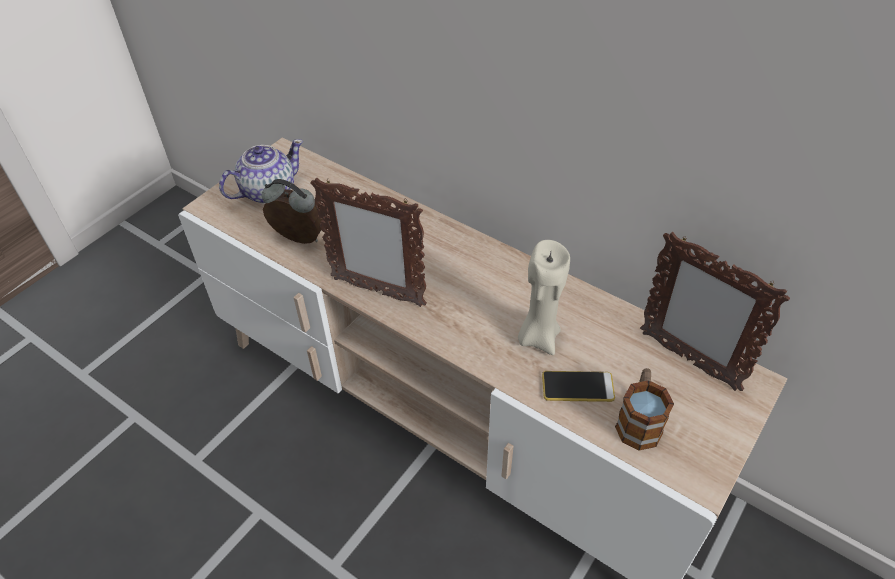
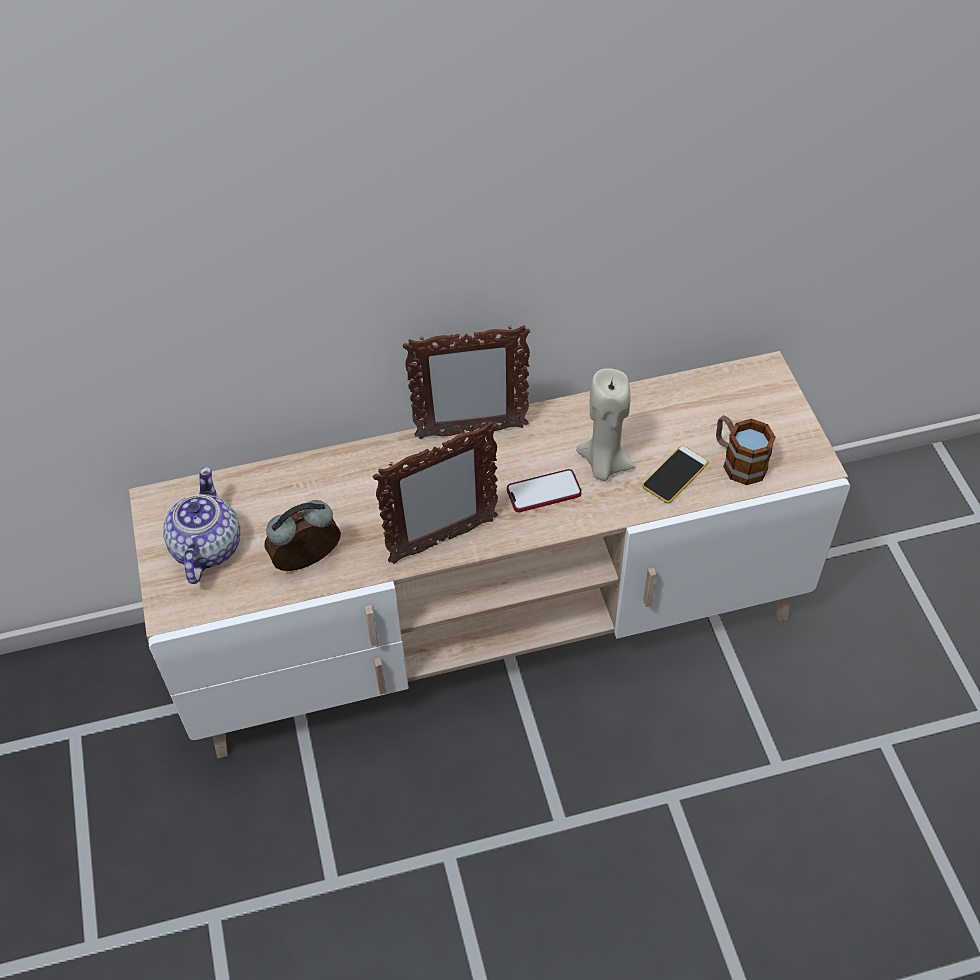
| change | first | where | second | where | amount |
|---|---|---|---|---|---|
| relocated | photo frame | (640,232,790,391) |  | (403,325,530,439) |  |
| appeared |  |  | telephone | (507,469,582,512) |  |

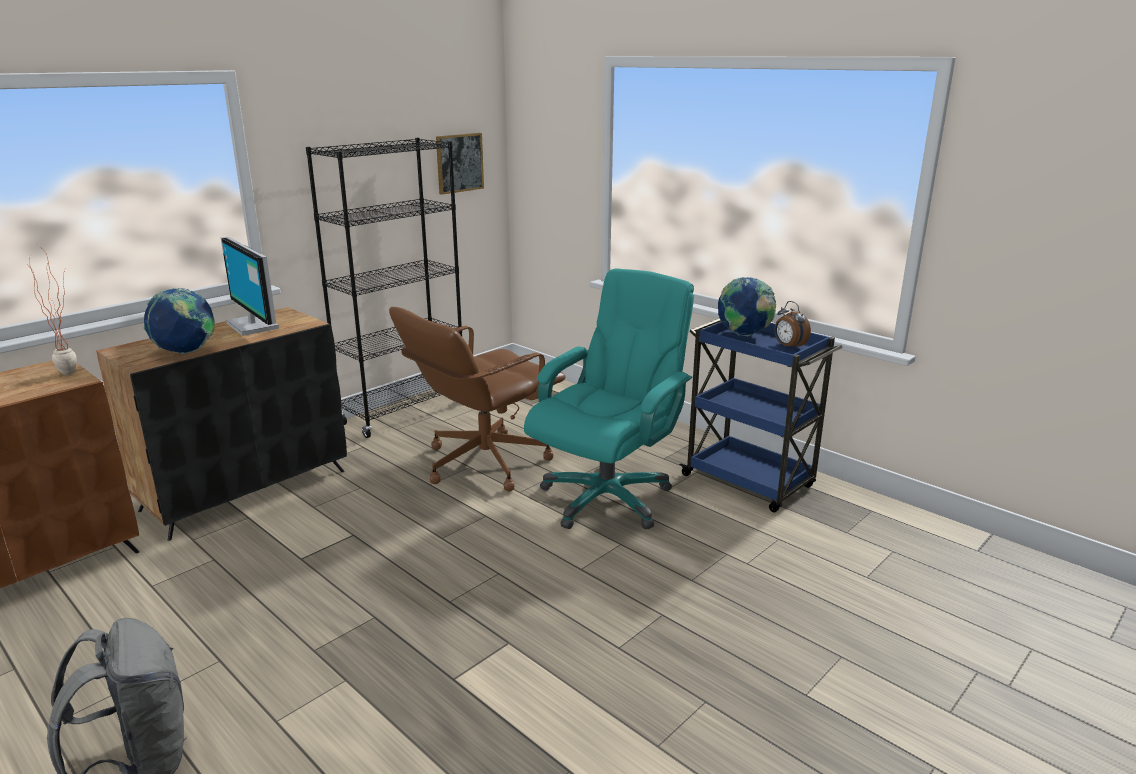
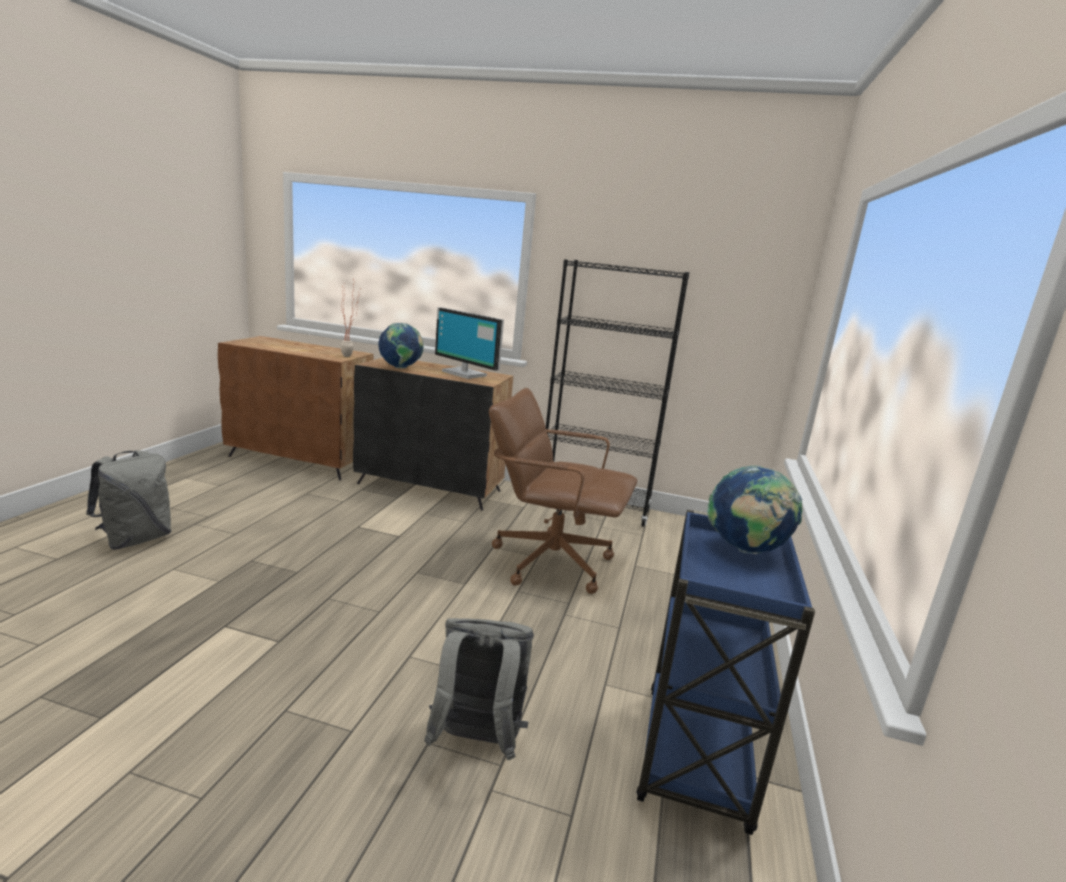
| change | first | where | second | where | amount |
|---|---|---|---|---|---|
| appeared |  |  | gray knapsack | (424,618,534,760) |  |
| spun | monitor | (221,237,279,336) |  | (435,307,504,379) | 75 degrees counterclockwise |
| missing | wall art | (436,133,484,195) |  |  |  |
| missing | turquoise-coloured desk chair | (524,269,694,529) |  |  |  |
| missing | bedside clock | (774,301,811,350) |  |  |  |

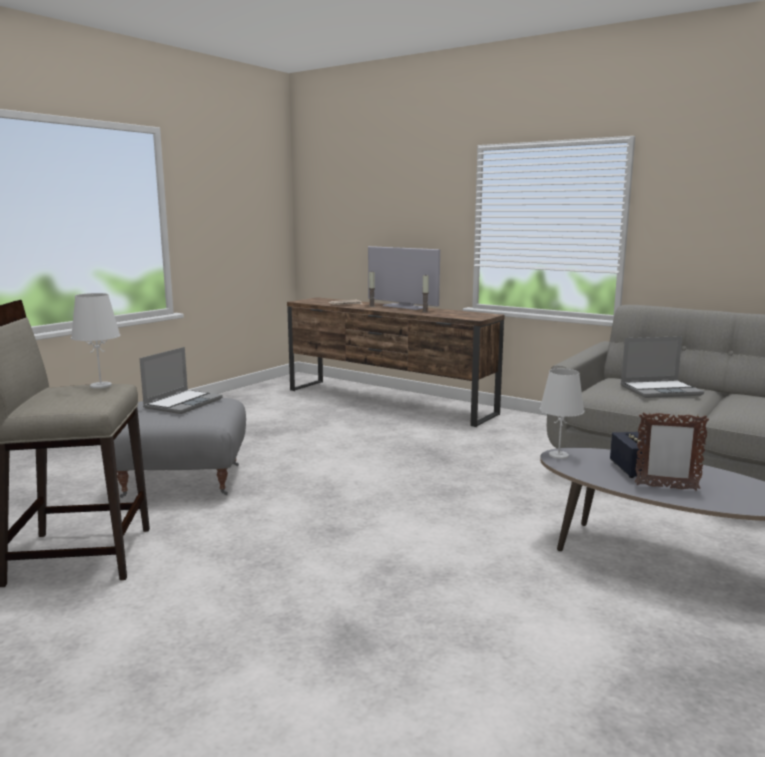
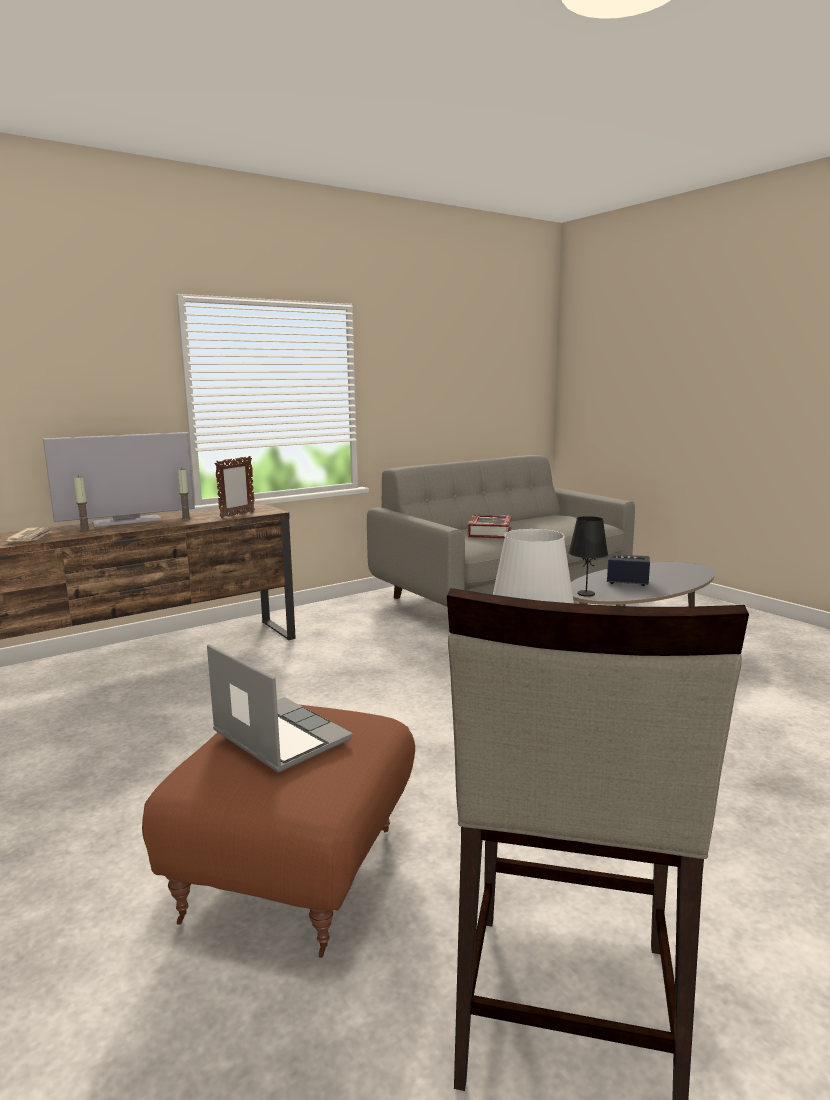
| change | first | where | second | where | amount |
|---|---|---|---|---|---|
| colour | gray ottoman | (114,398,246,498) | brownish ottoman | (142,705,415,958) |  |
| relocated | photo frame | (635,412,709,491) |  | (215,456,255,518) |  |
| exchanged | notebook computer | (620,336,704,398) | book | (468,515,512,538) |  |
| colour | whitish table lamp | (540,369,584,459) | black-coloured table lamp | (568,516,608,597) |  |

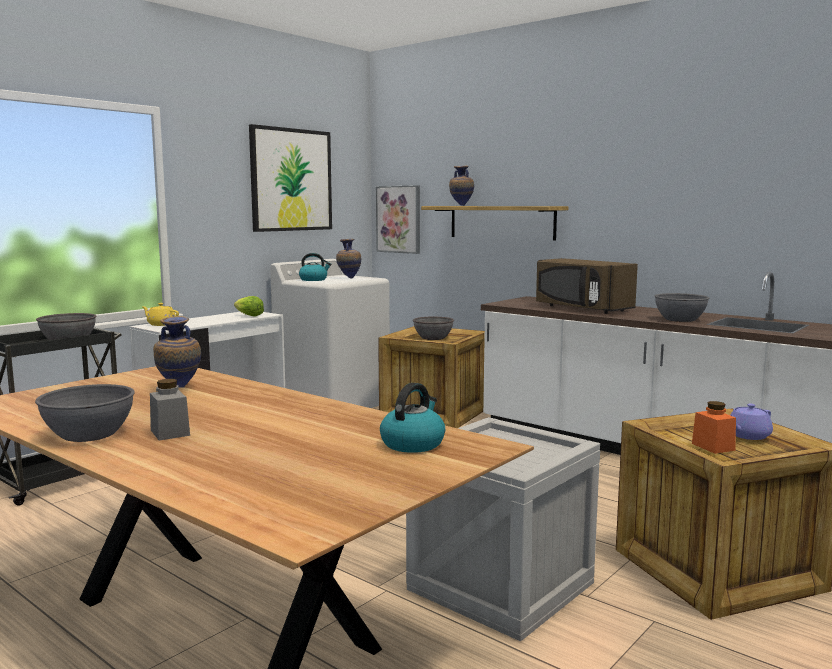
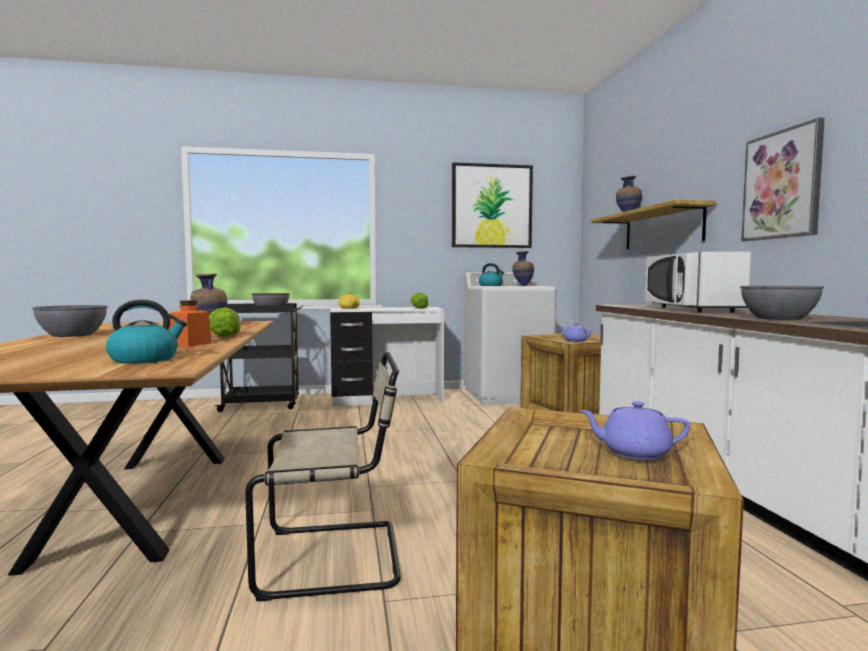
| change | first | where | second | where | amount |
|---|---|---|---|---|---|
| relocated | orange-coloured storage jar | (692,401,736,454) |  | (169,300,212,347) |  |
| appeared |  |  | head of lettuce | (209,307,241,337) |  |
| exchanged | packing crate | (406,417,600,642) | beige plain chair | (245,352,401,601) |  |
| exchanged | gray deep dish | (413,317,454,340) | purple-coloured tea pot | (560,323,592,342) |  |
| colour | brownish kitchen microwave | (536,258,638,314) | whitish kitchen microwave | (645,252,751,312) |  |
| relocated | wall art | (376,185,420,254) |  | (741,118,825,241) |  |
| missing | gray storage jar | (150,379,190,440) |  |  |  |

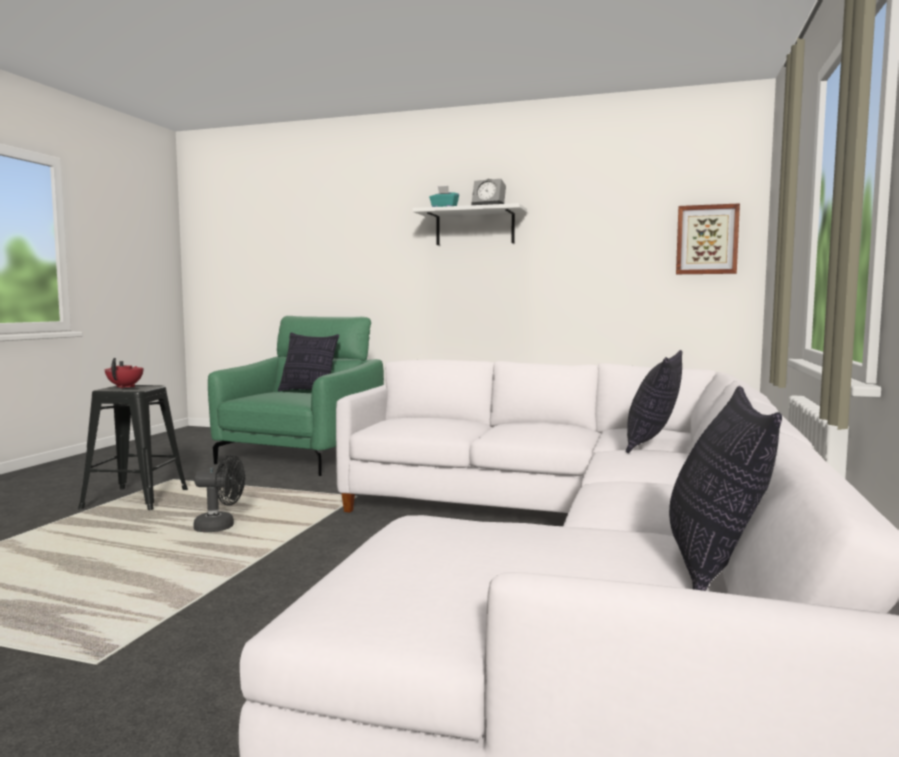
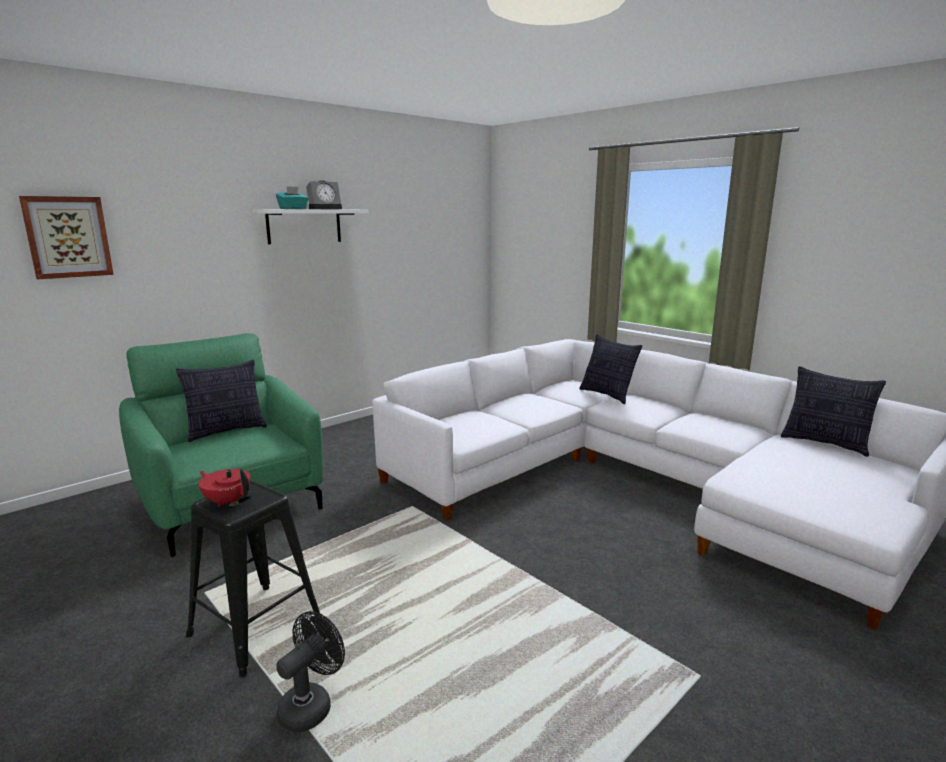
| change | first | where | second | where | amount |
|---|---|---|---|---|---|
| relocated | wall art | (676,203,740,274) |  | (19,196,114,280) |  |
| relocated | black-coloured cooling fan | (193,455,245,532) |  | (277,611,345,732) |  |

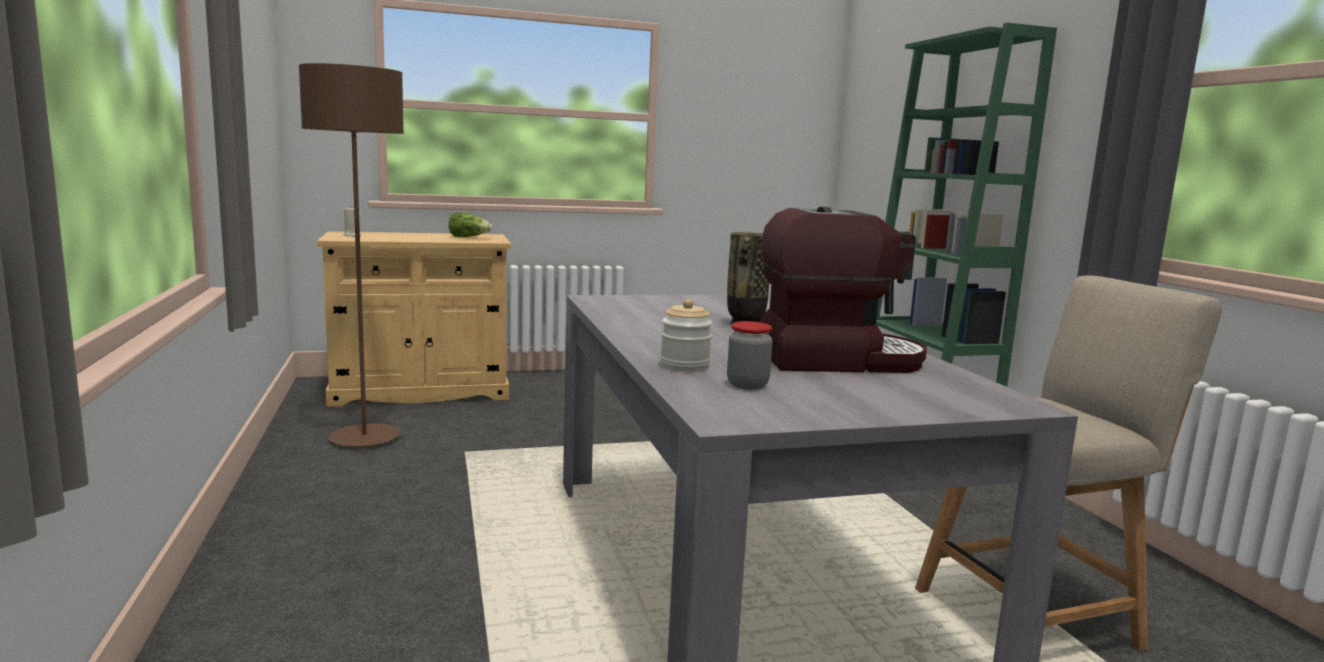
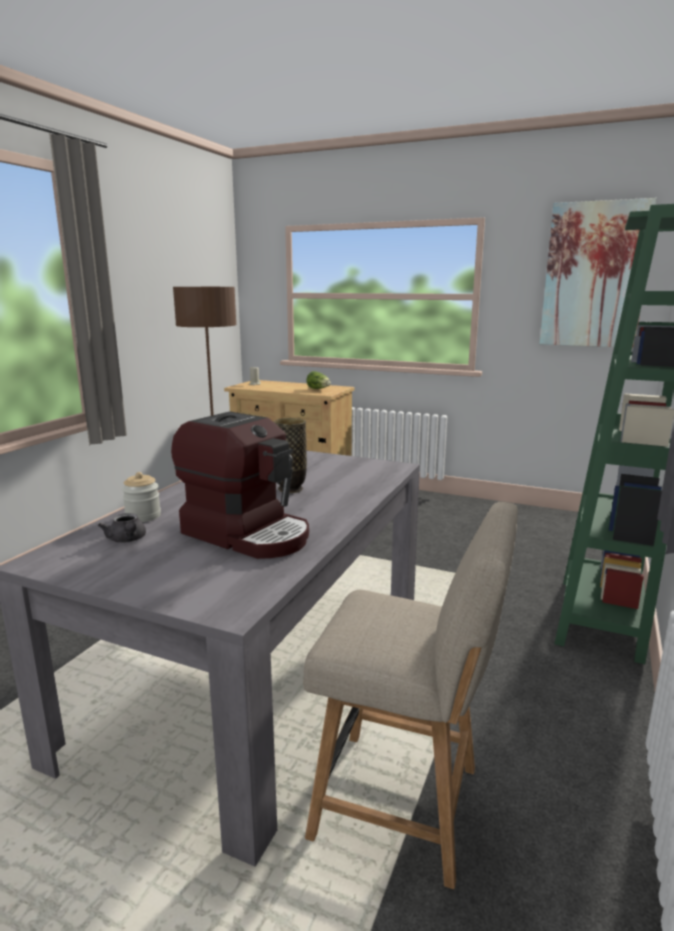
| change | first | where | second | where | amount |
|---|---|---|---|---|---|
| exchanged | storage jar | (727,321,773,390) | gray tea pot | (98,513,146,543) |  |
| appeared |  |  | wall art | (539,198,657,348) |  |

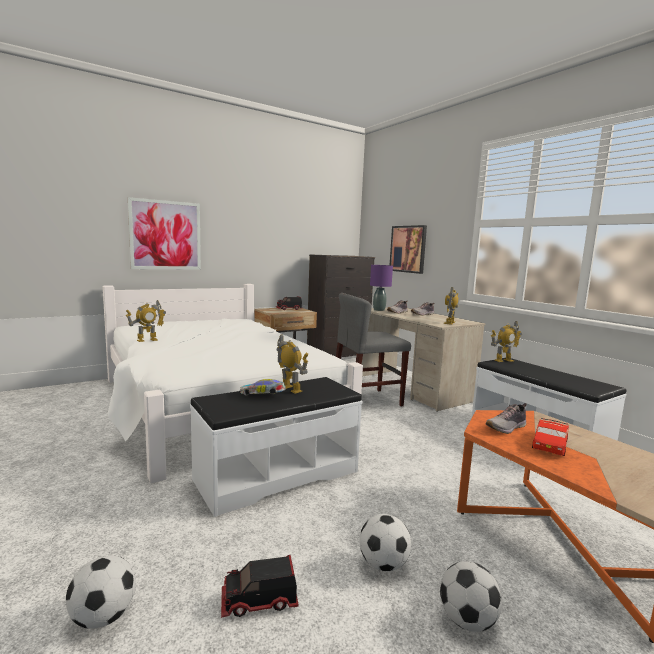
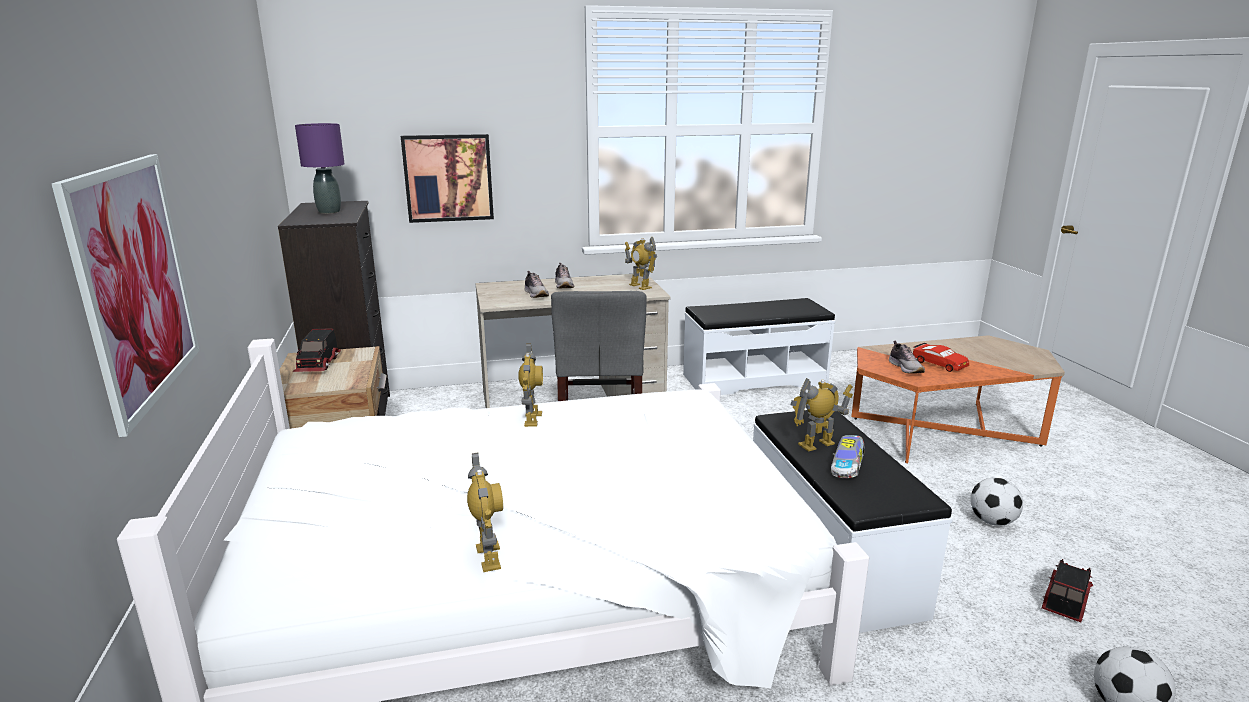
| change | first | where | second | where | amount |
|---|---|---|---|---|---|
| relocated | purple-coloured table lamp | (370,265,393,311) |  | (295,123,345,214) |  |
| relocated | toy robot | (491,321,522,362) |  | (518,343,543,427) |  |
| spun | model truck | (221,555,299,618) |  | (1042,559,1093,622) | 150 degrees counterclockwise |
| missing | football | (440,561,502,632) |  |  |  |

